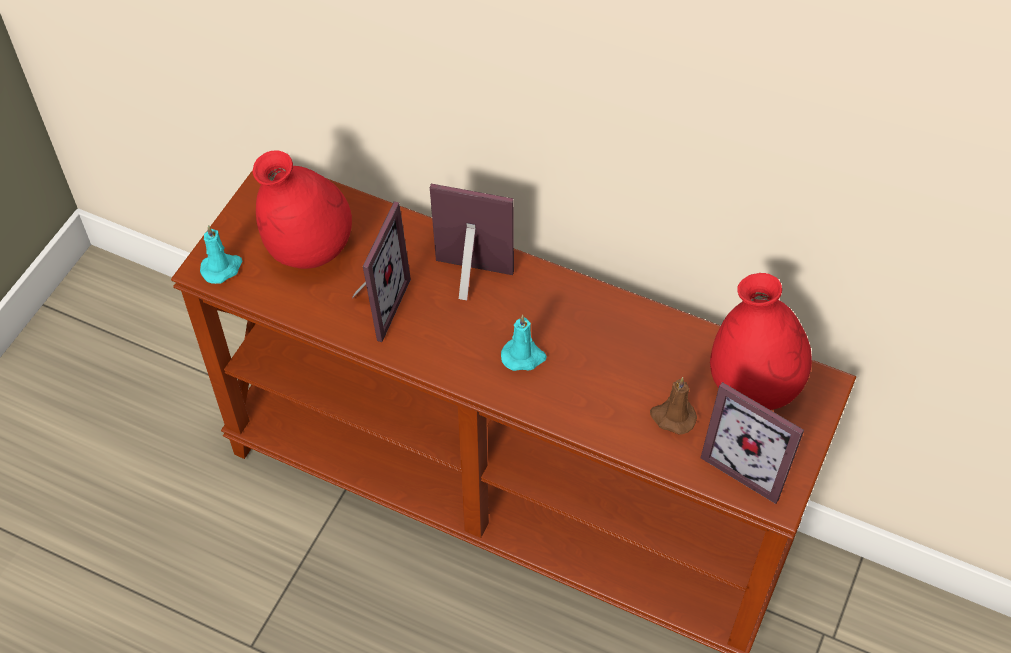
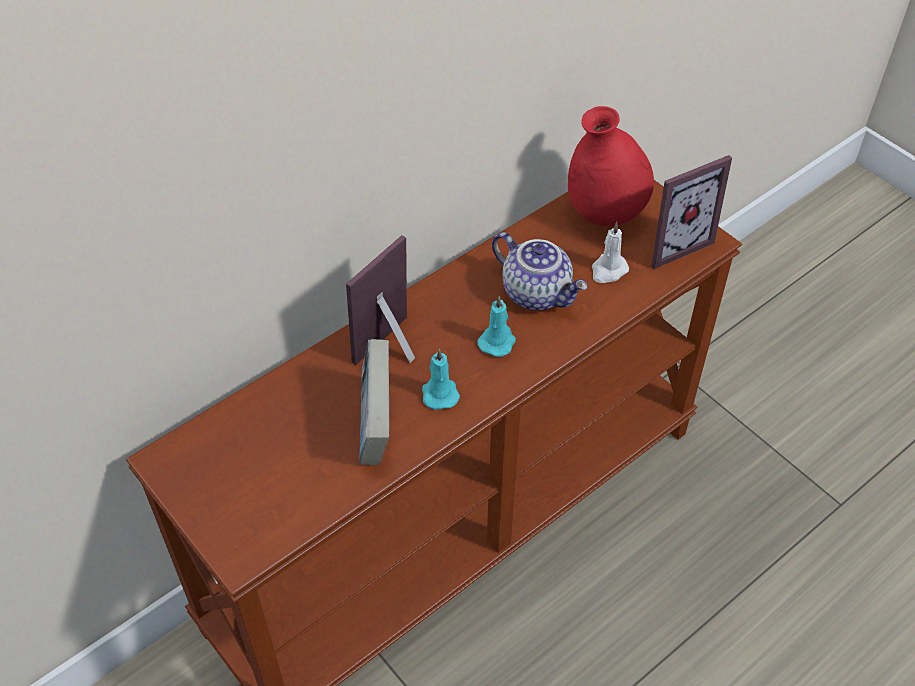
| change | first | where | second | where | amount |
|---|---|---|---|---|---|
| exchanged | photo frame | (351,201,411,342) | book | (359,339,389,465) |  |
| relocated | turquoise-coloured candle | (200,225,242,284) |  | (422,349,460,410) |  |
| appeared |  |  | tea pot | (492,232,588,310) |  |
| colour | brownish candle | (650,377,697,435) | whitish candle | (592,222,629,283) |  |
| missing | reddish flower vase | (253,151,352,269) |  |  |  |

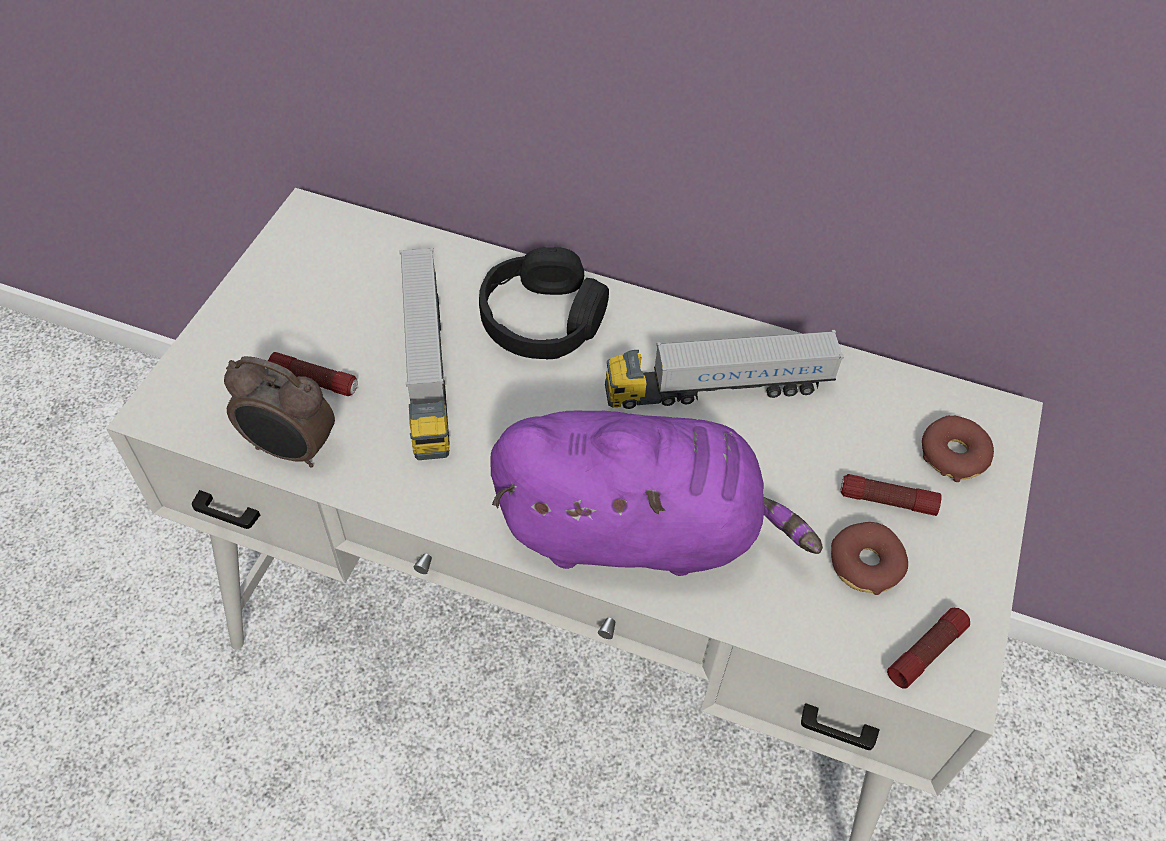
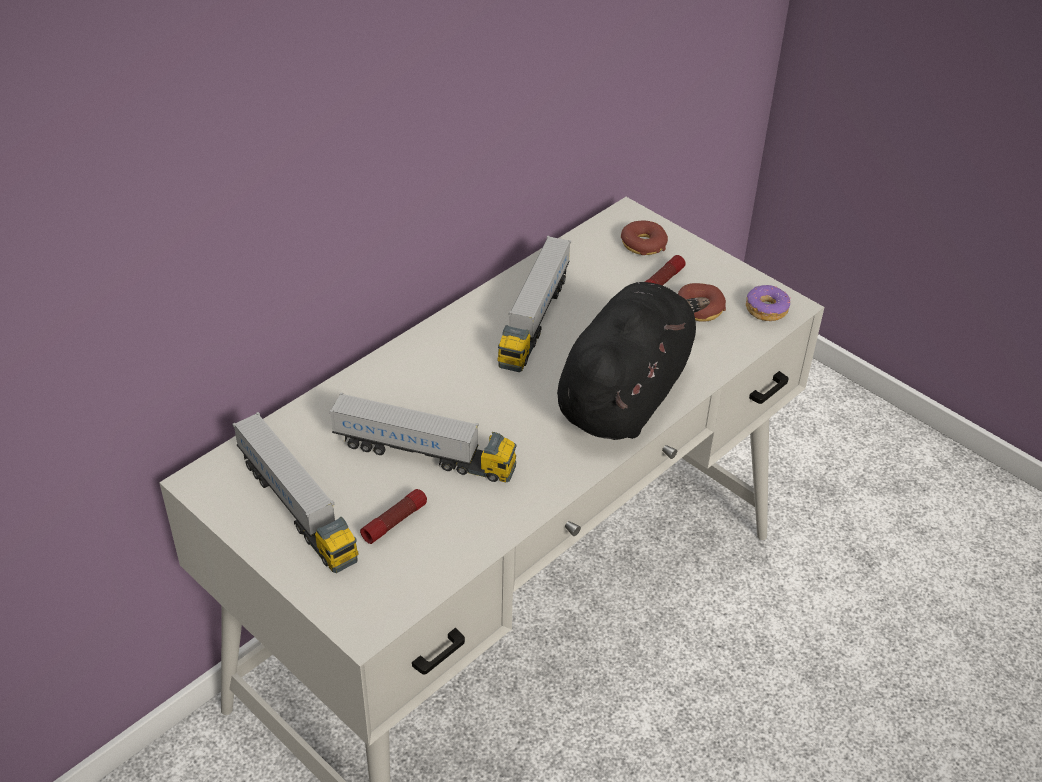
| change | first | where | second | where | amount |
|---|---|---|---|---|---|
| appeared |  |  | model truck | (232,412,359,573) |  |
| colour | purple-coloured cuddly toy | (490,411,823,576) | black-coloured cuddly toy | (557,282,710,440) |  |
| exchanged | hand torch | (887,608,970,689) | donut | (746,285,791,321) |  |
| missing | bedside clock | (224,356,335,467) |  |  |  |
| missing | black-coloured headphones | (479,247,609,359) |  |  |  |

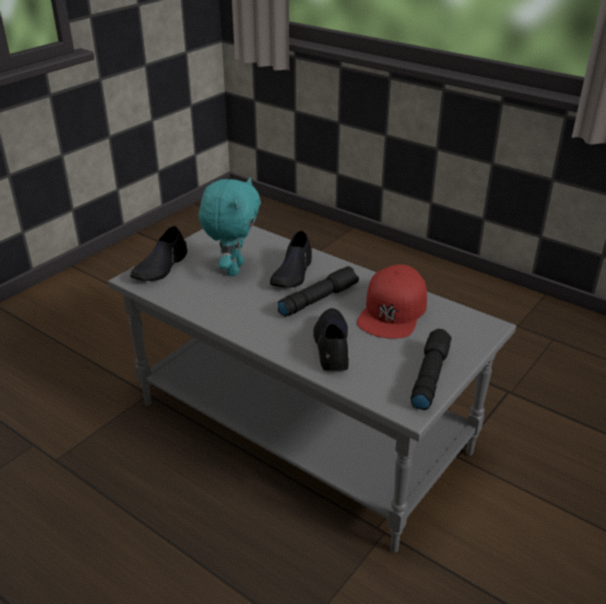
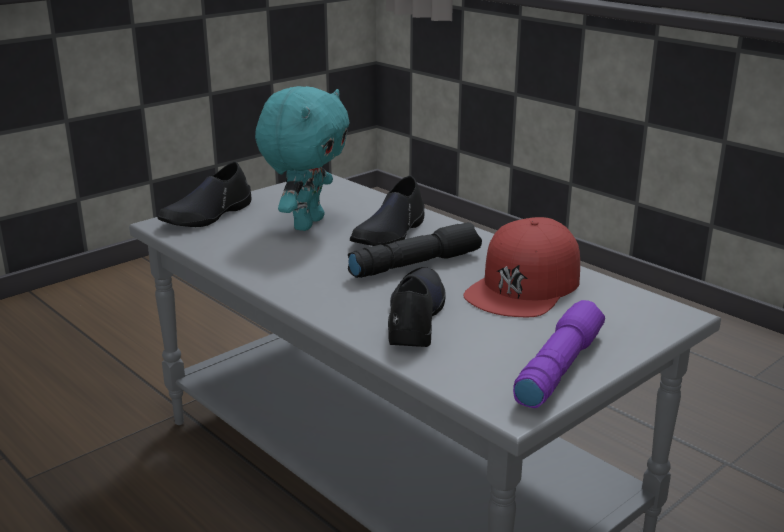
| change | first | where | second | where | amount |
|---|---|---|---|---|---|
| colour | black-coloured hand torch | (411,329,452,410) | purple-coloured hand torch | (513,300,605,408) |  |

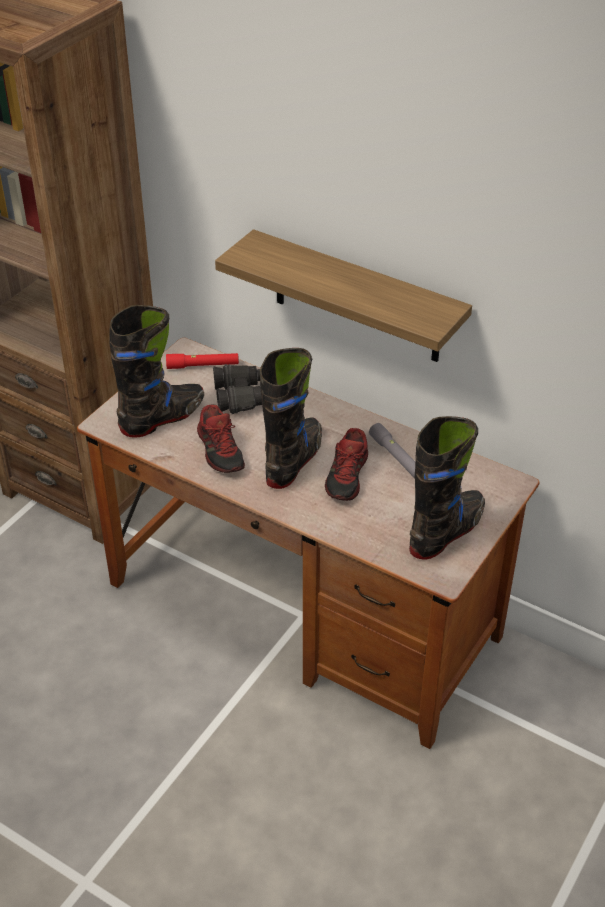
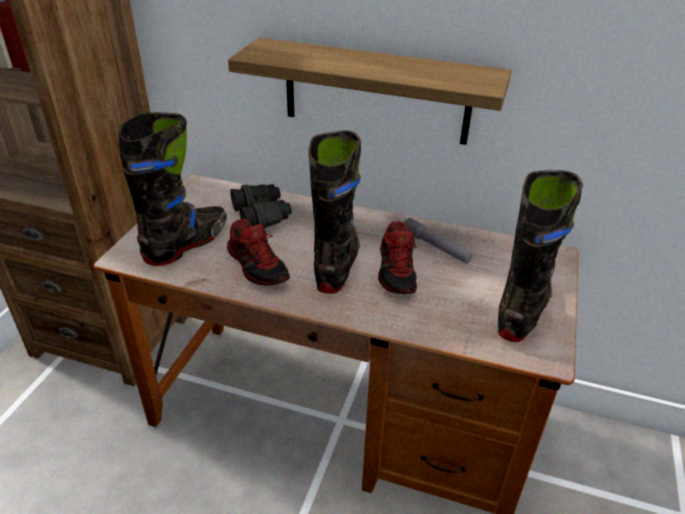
| change | first | where | second | where | amount |
|---|---|---|---|---|---|
| missing | reddish hand torch | (166,353,239,369) |  |  |  |

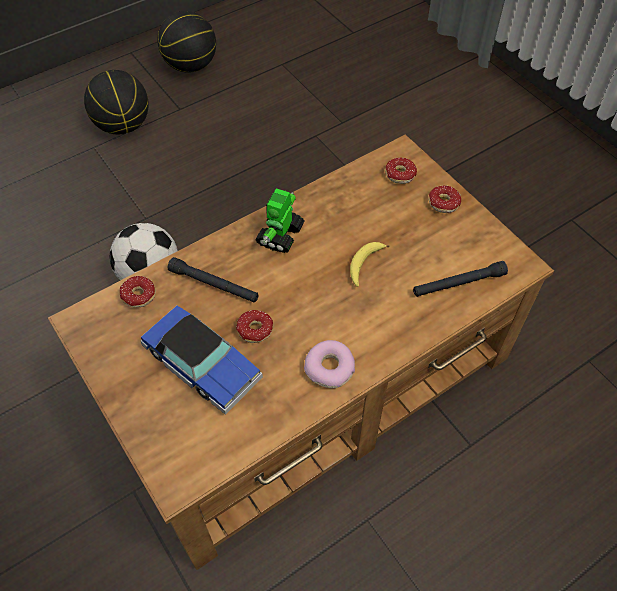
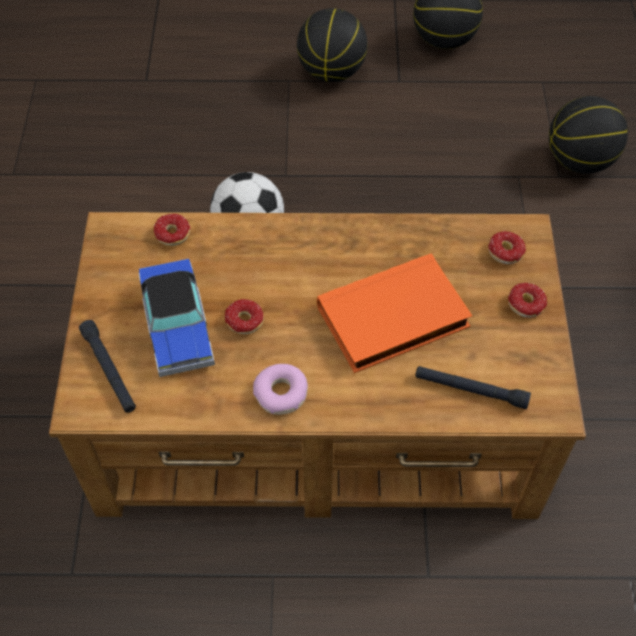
| change | first | where | second | where | amount |
|---|---|---|---|---|---|
| relocated | black-coloured hand torch | (167,257,259,303) |  | (79,320,136,413) |  |
| exchanged | whole banana | (350,242,390,287) | orange-coloured book | (317,253,472,373) |  |
| appeared |  |  | basketball ball | (549,96,628,174) |  |
| missing | toy robot | (255,188,304,253) |  |  |  |

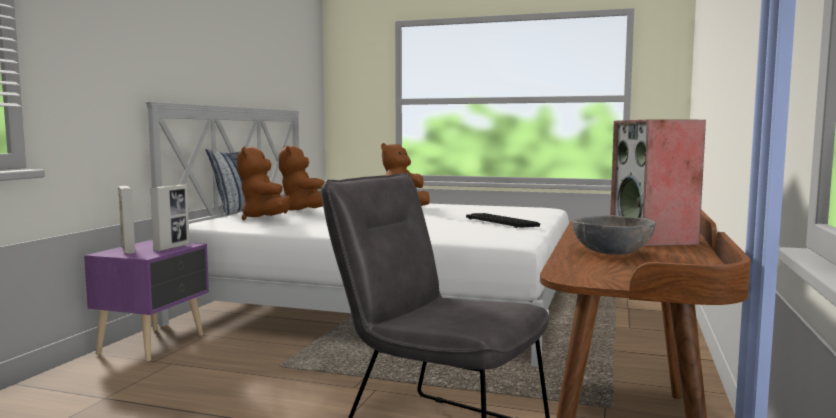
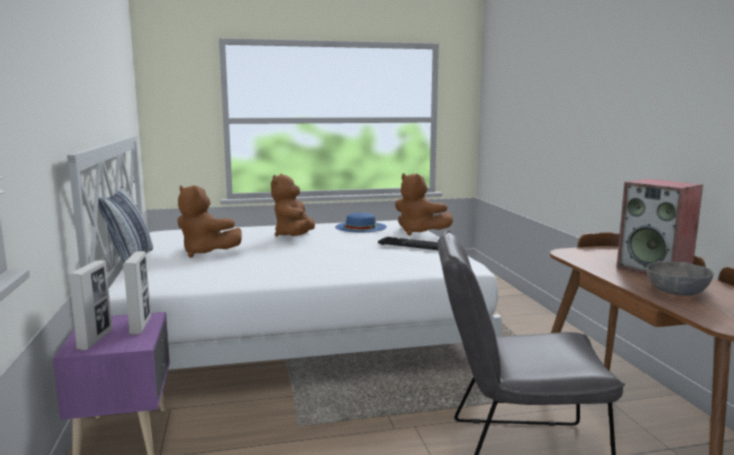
| change | first | where | second | where | amount |
|---|---|---|---|---|---|
| spun | photo frame | (118,186,135,254) |  | (68,260,112,350) | 60 degrees clockwise |
| appeared |  |  | blue wearable hat | (335,212,387,232) |  |
| relocated | brownish cuddly toy | (237,146,291,220) |  | (395,173,453,236) |  |

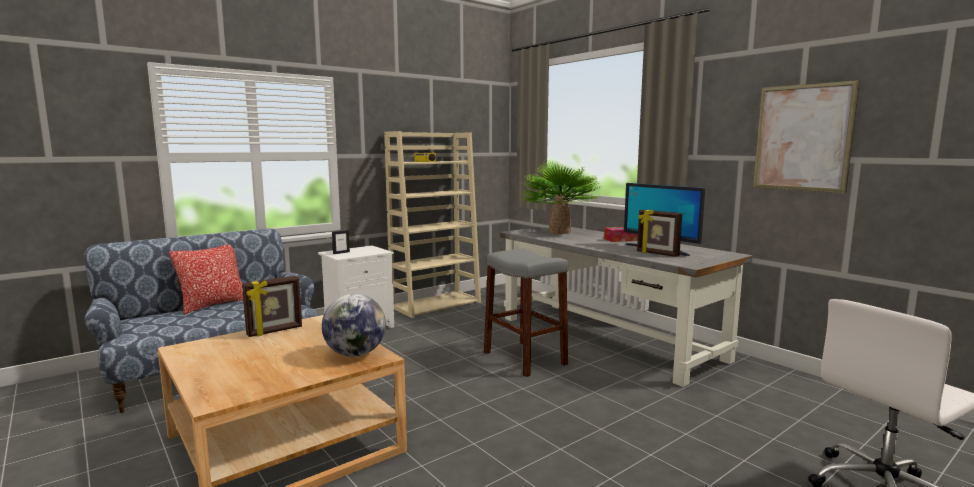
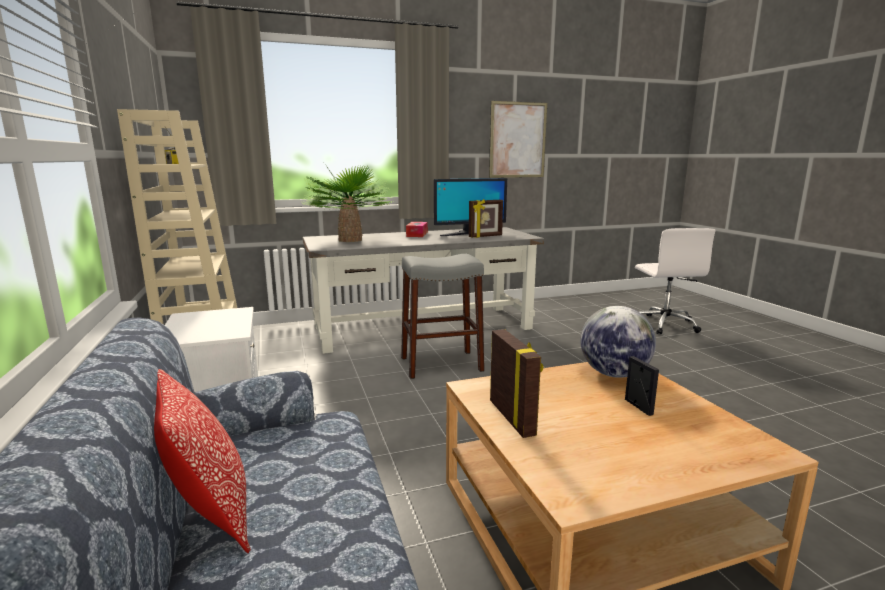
| change | first | where | second | where | amount |
|---|---|---|---|---|---|
| relocated | photo frame | (332,230,350,254) |  | (625,356,659,416) |  |

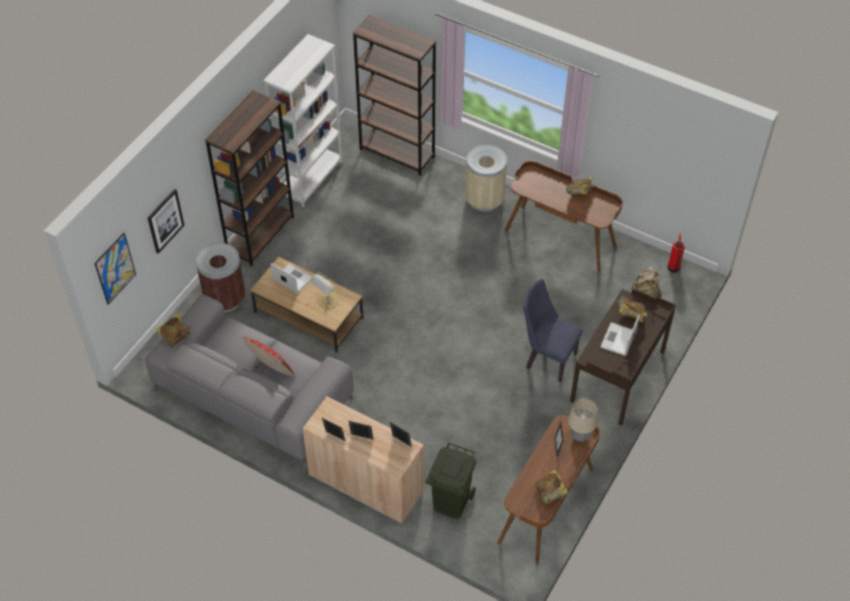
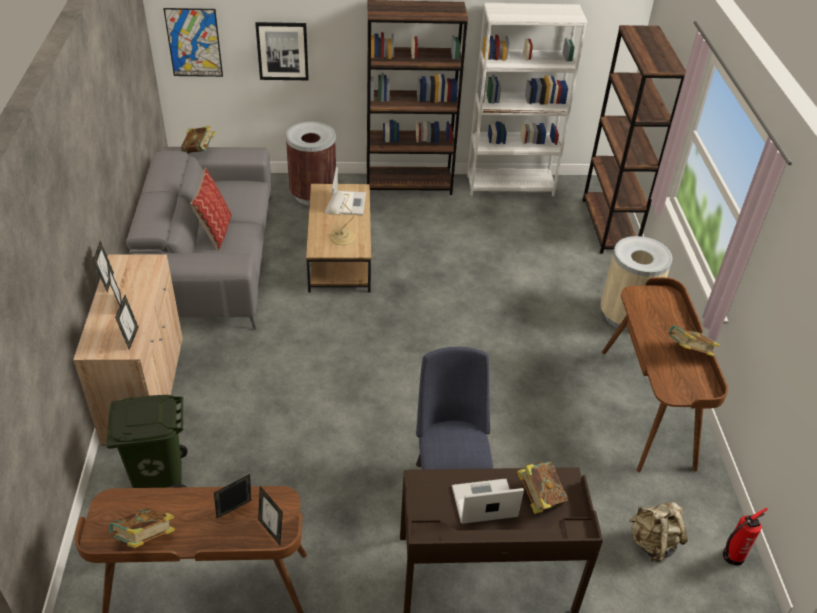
| change | first | where | second | where | amount |
|---|---|---|---|---|---|
| exchanged | table lamp | (568,399,597,442) | photo frame | (258,486,283,545) |  |

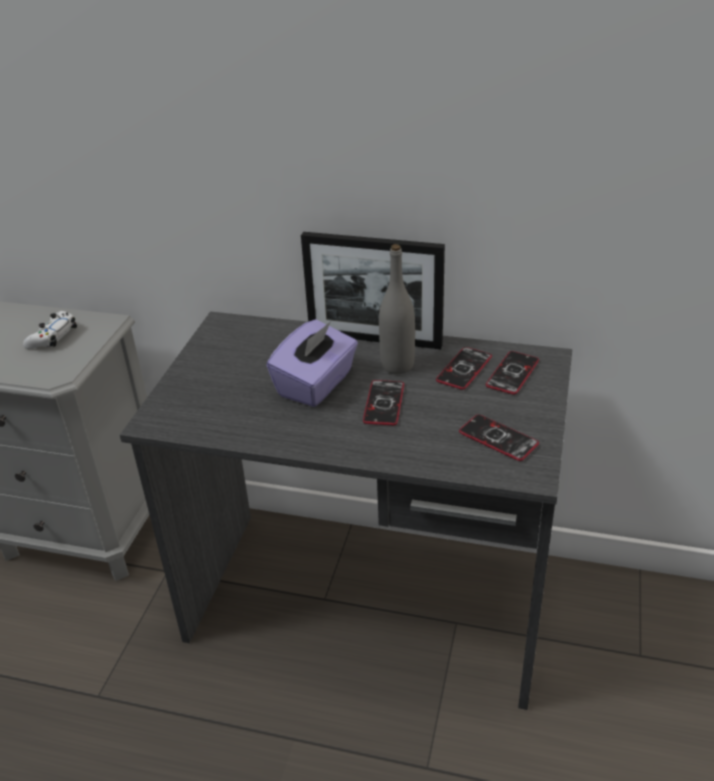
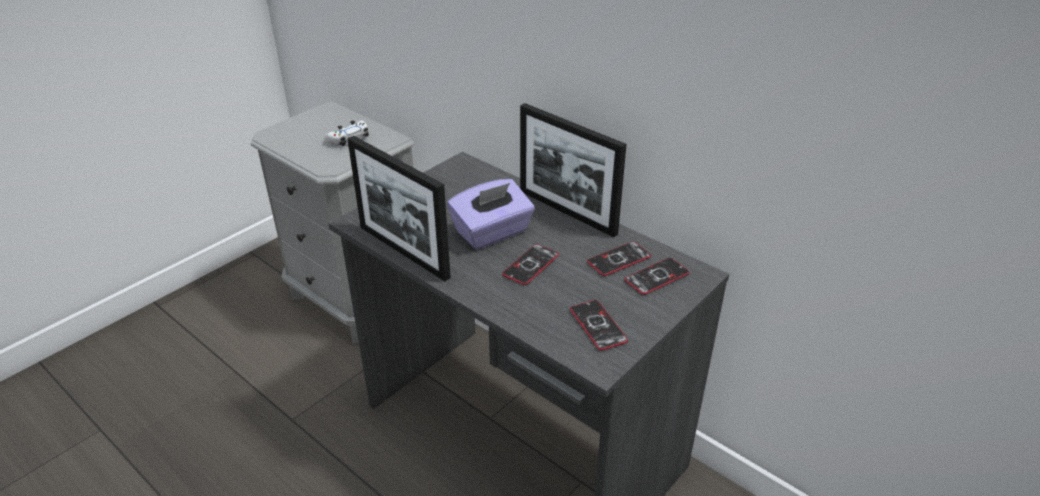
| change | first | where | second | where | amount |
|---|---|---|---|---|---|
| appeared |  |  | photo frame | (347,136,451,281) |  |
| missing | gray beverage bottle | (379,244,415,374) |  |  |  |

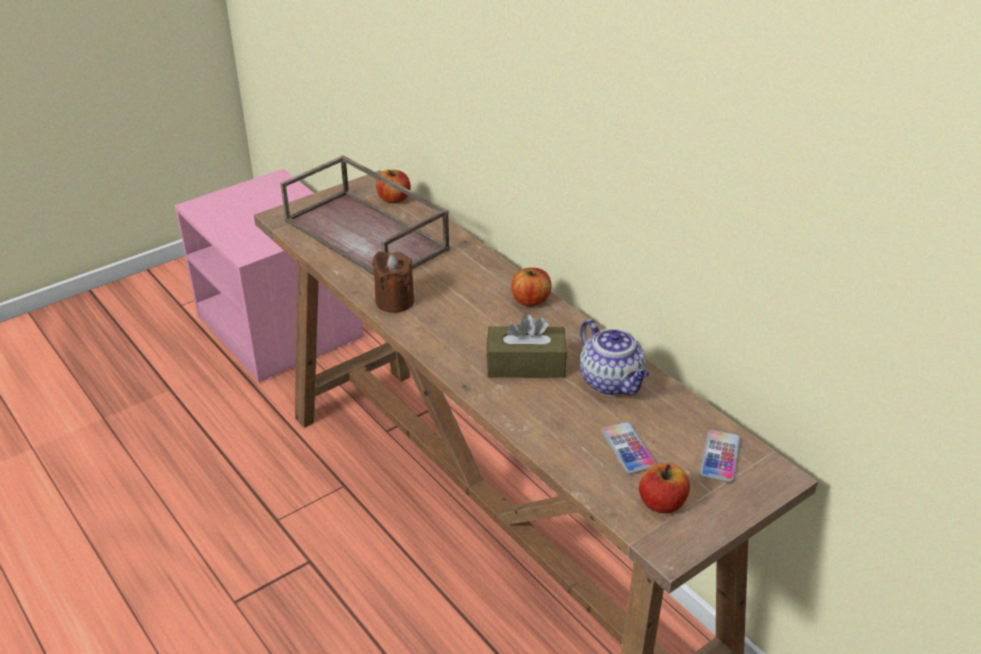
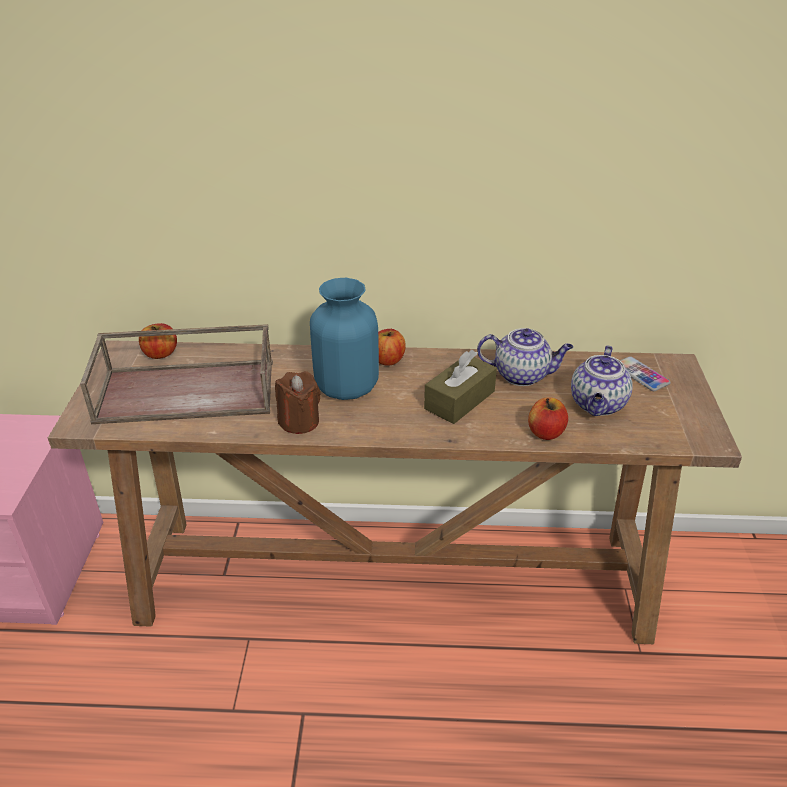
| change | first | where | second | where | amount |
|---|---|---|---|---|---|
| appeared |  |  | blue flower vase | (310,278,379,400) |  |
| relocated | apple | (639,463,690,513) |  | (528,397,568,440) |  |
| exchanged | telephone | (601,422,657,474) | tea pot | (571,346,633,416) |  |

